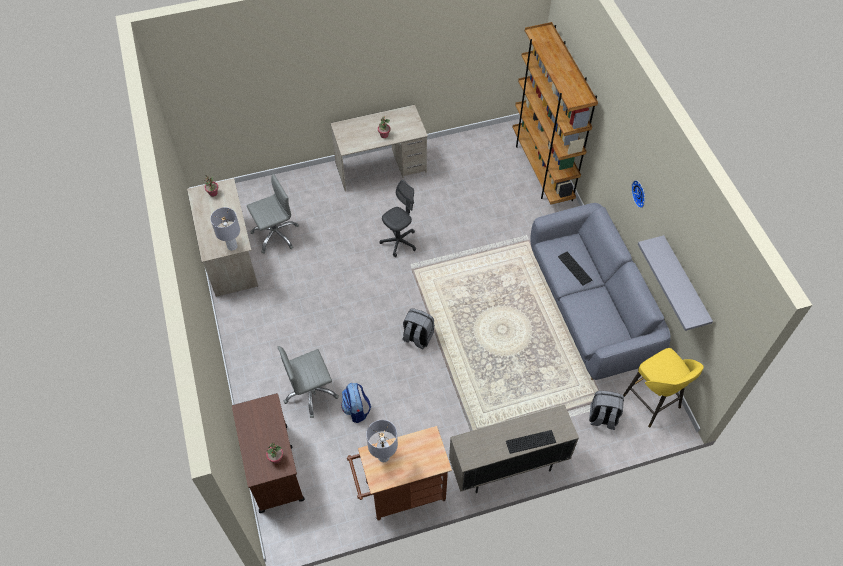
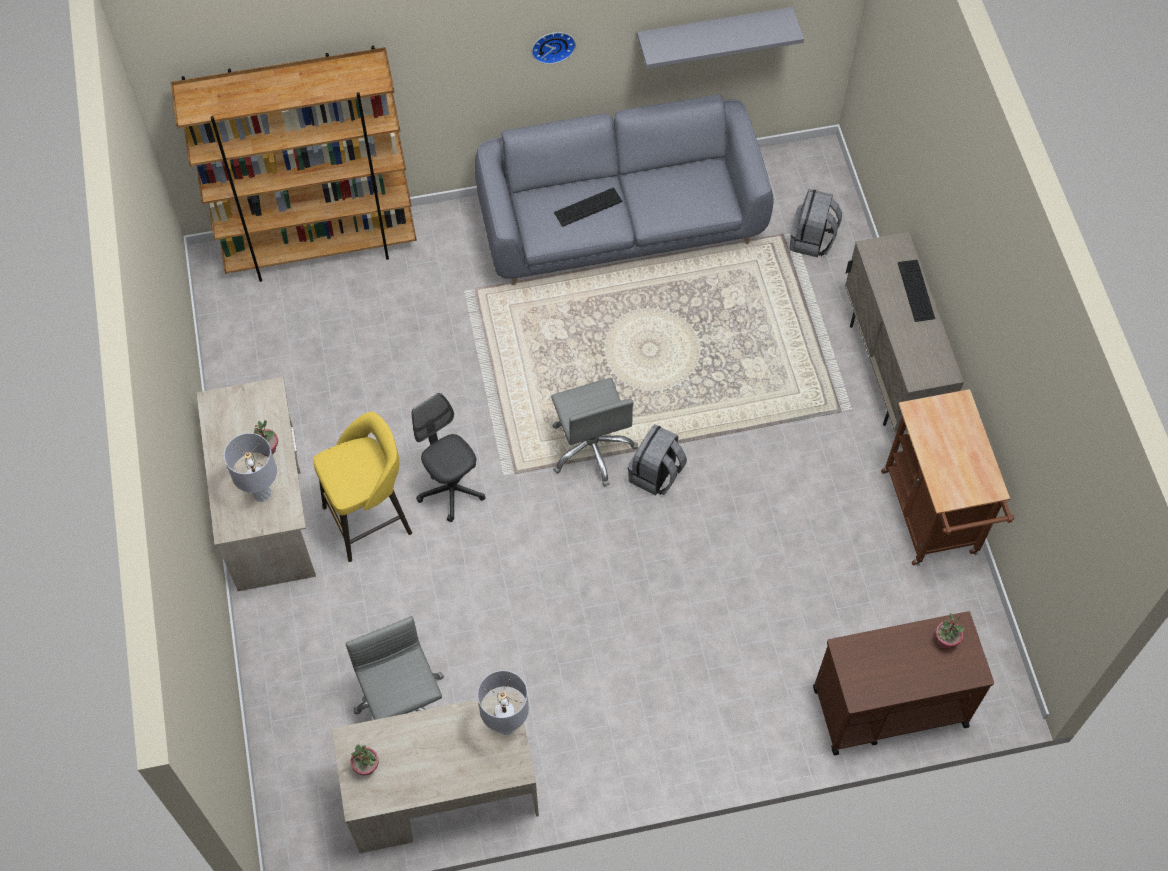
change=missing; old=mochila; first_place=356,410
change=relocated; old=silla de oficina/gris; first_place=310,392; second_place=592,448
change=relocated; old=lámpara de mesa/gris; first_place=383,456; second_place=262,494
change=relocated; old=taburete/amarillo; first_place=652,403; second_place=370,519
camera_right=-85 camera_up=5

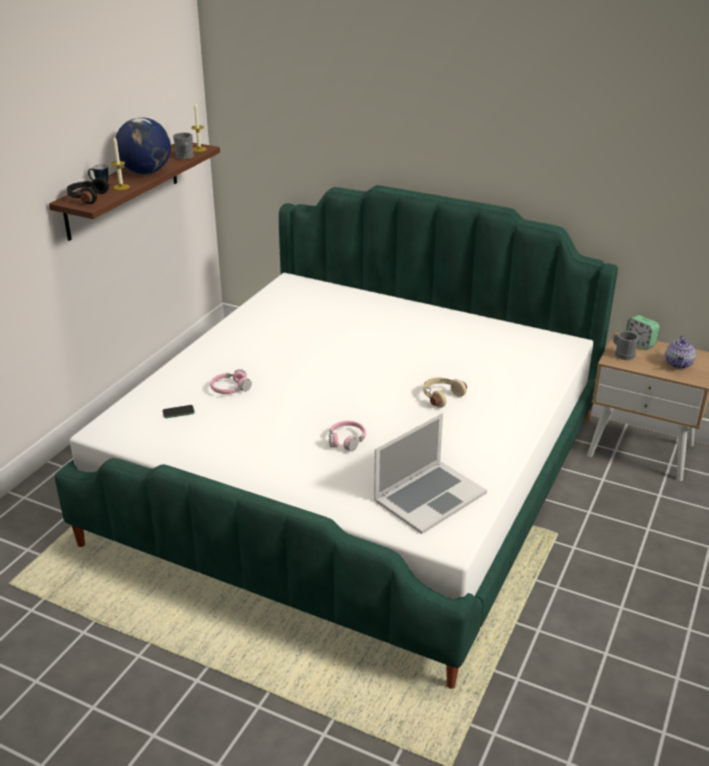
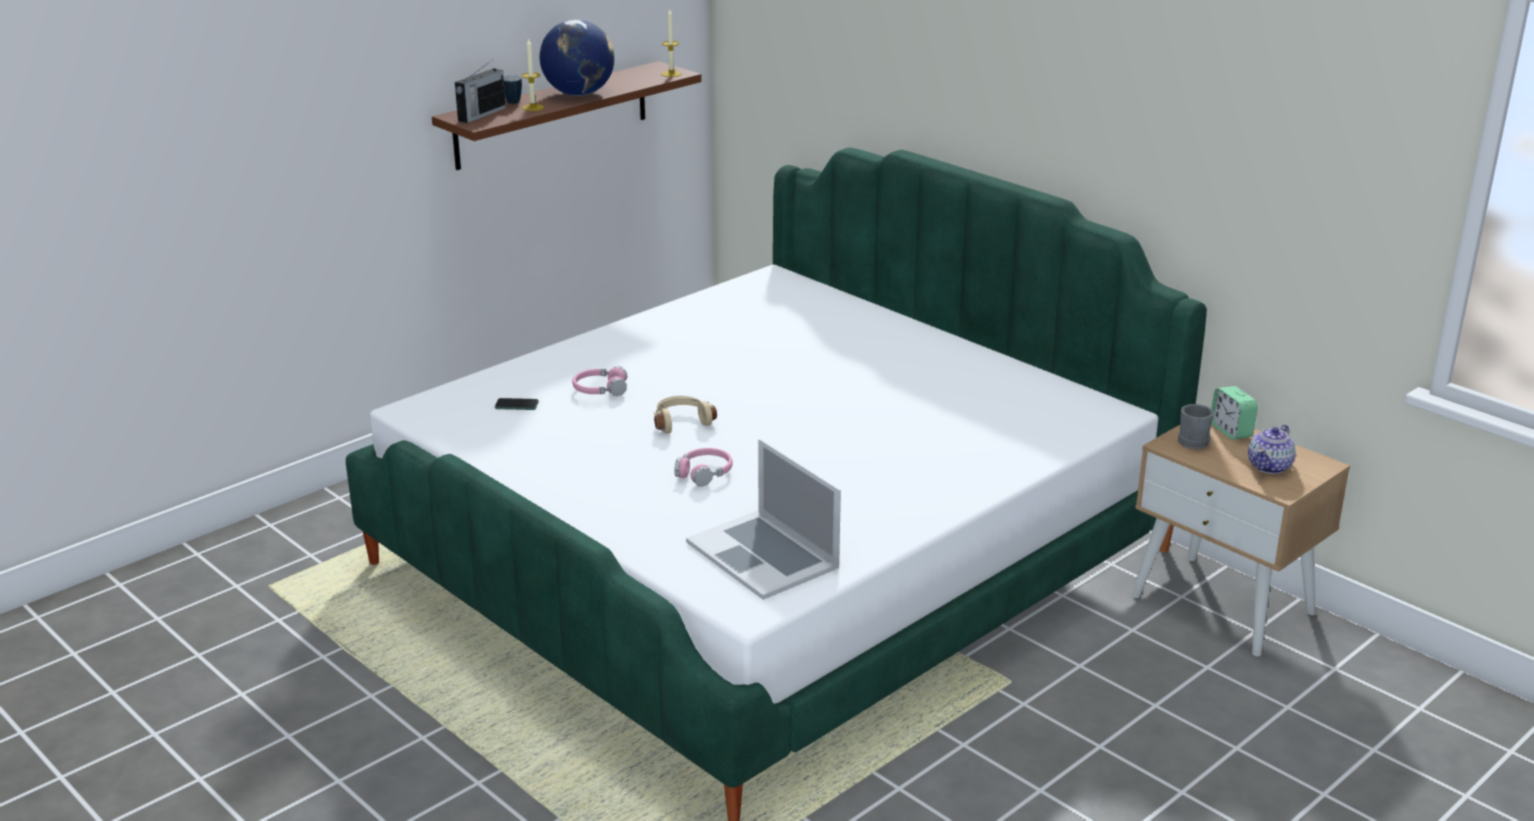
change=missing; old=taza grande/gris; first_place=185,157
change=relocated; old=auriculares/beis; first_place=441,396; second_place=681,422
change=exchanged; old=auriculares/negro; new=radio; first_place=86,197; second_place=481,115
change=spun; old=portátil; first_place=429,496; second_place=763,554; degrees=75
camera_right=20 camera_up=-5

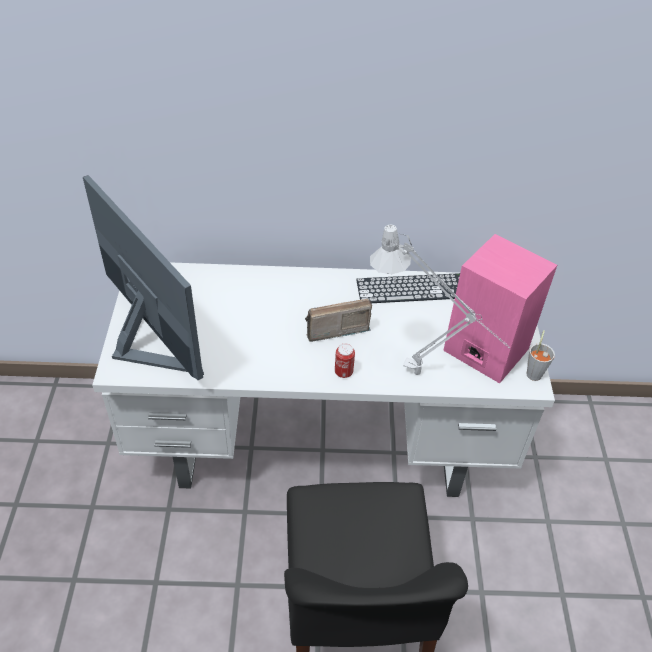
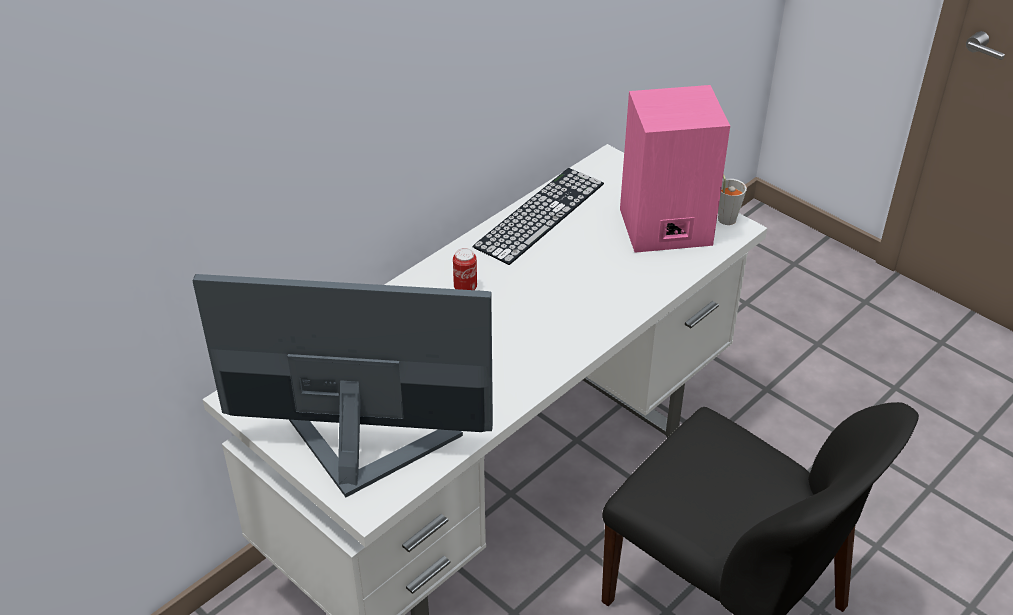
change=missing; old=radio; first_place=333,327
change=missing; old=lámpara de mesa/gris; first_place=426,377
change=relocated; old=lata; first_place=343,372; second_place=465,288
camera_right=-45 camera_up=-5

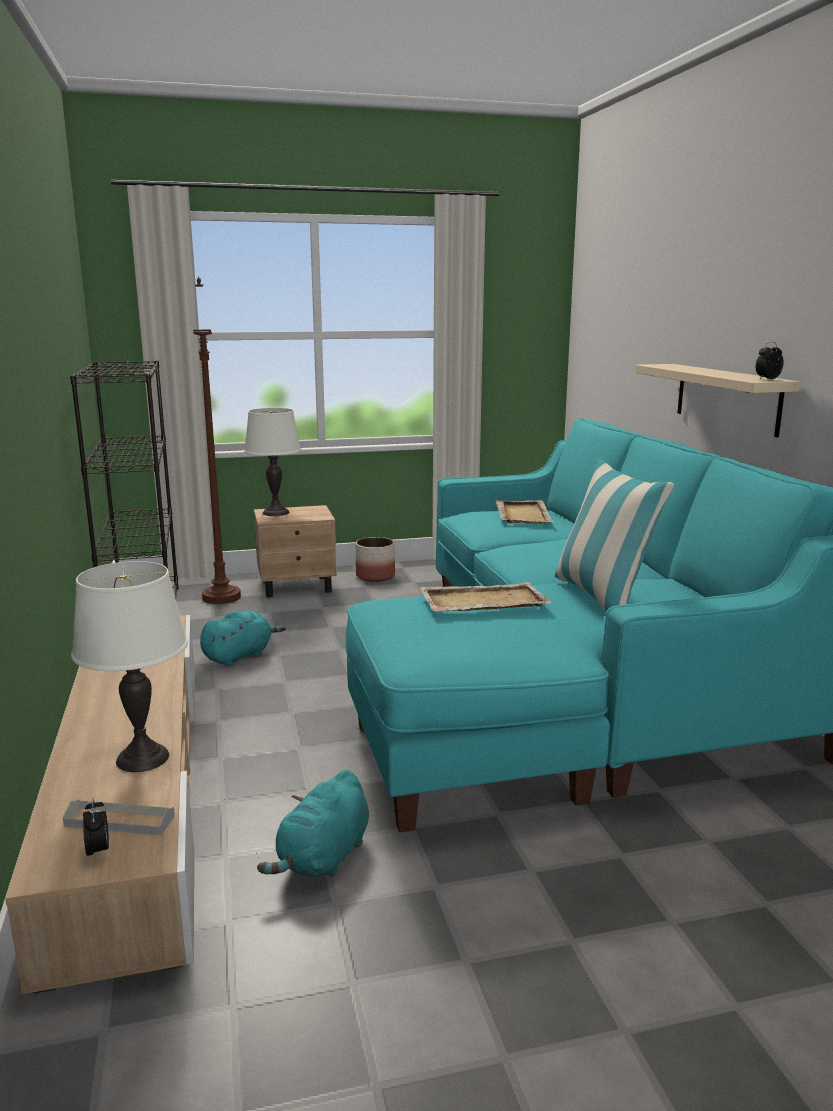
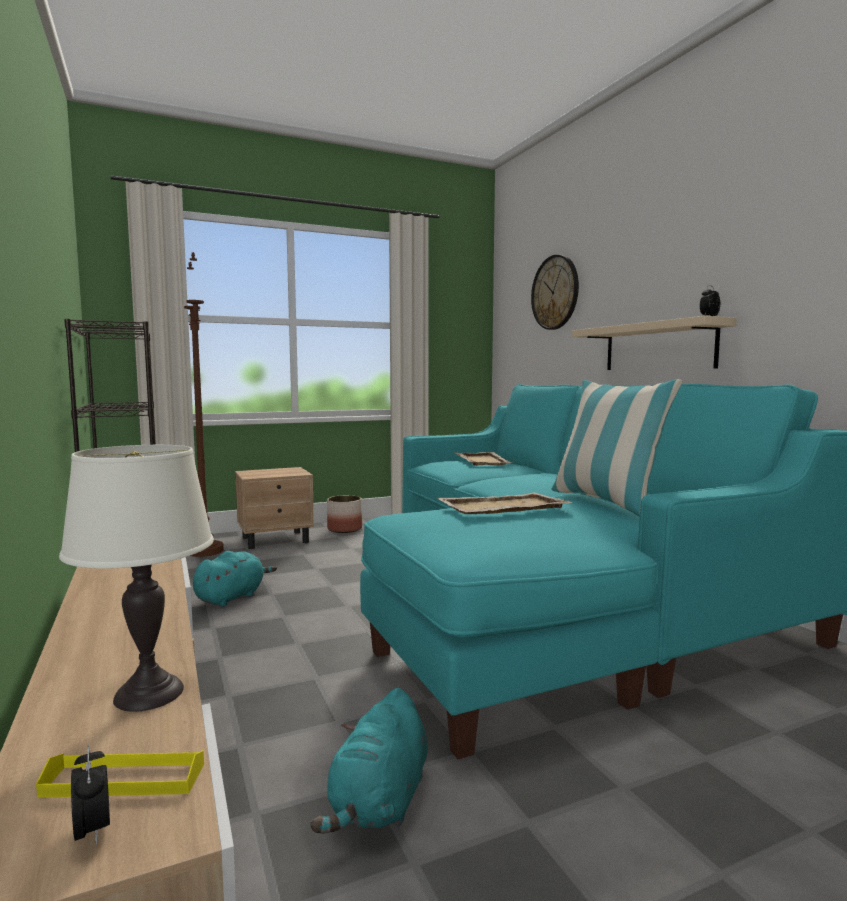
change=missing; old=lámpara de mesa/blanco; first_place=275,513
change=appeared; new=reloj de pared; second_place=555,292
change=colour; old=bandeja/gris; new=bandeja/amarillo; first_place=119,821; second_place=124,780
camera_right=-10 camera_up=-10

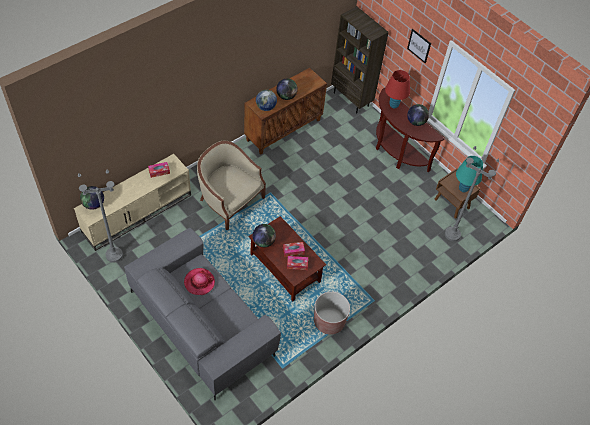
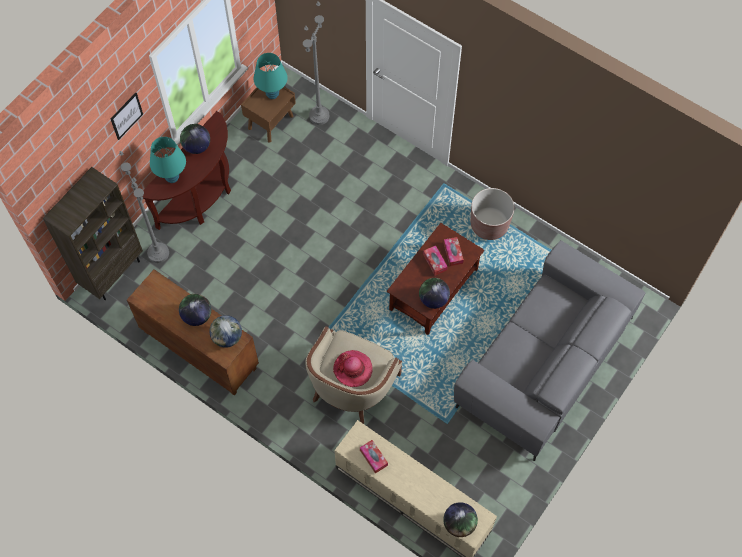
change=relocated; old=lámpara de pie/gris; first_place=114,255; second_place=158,253
change=relocated; old=sombrero; first_place=199,282; second_place=353,369
change=colour; old=lámpara de mesa/rojo; new=lámpara de mesa/turquesa; first_place=394,105; second_place=172,178
camera_right=-100 camera_up=10

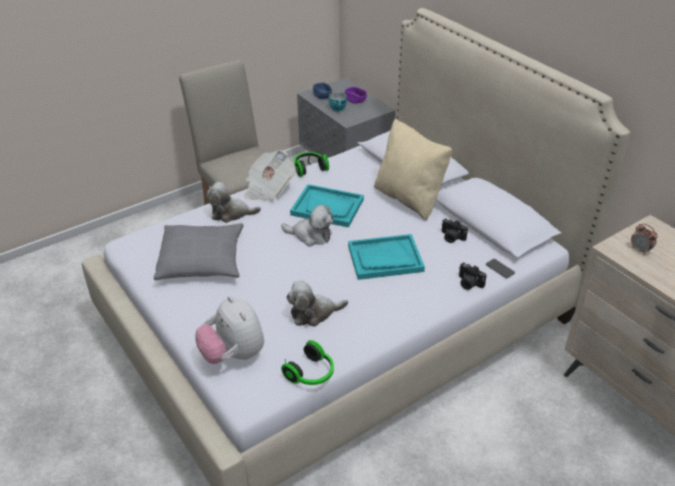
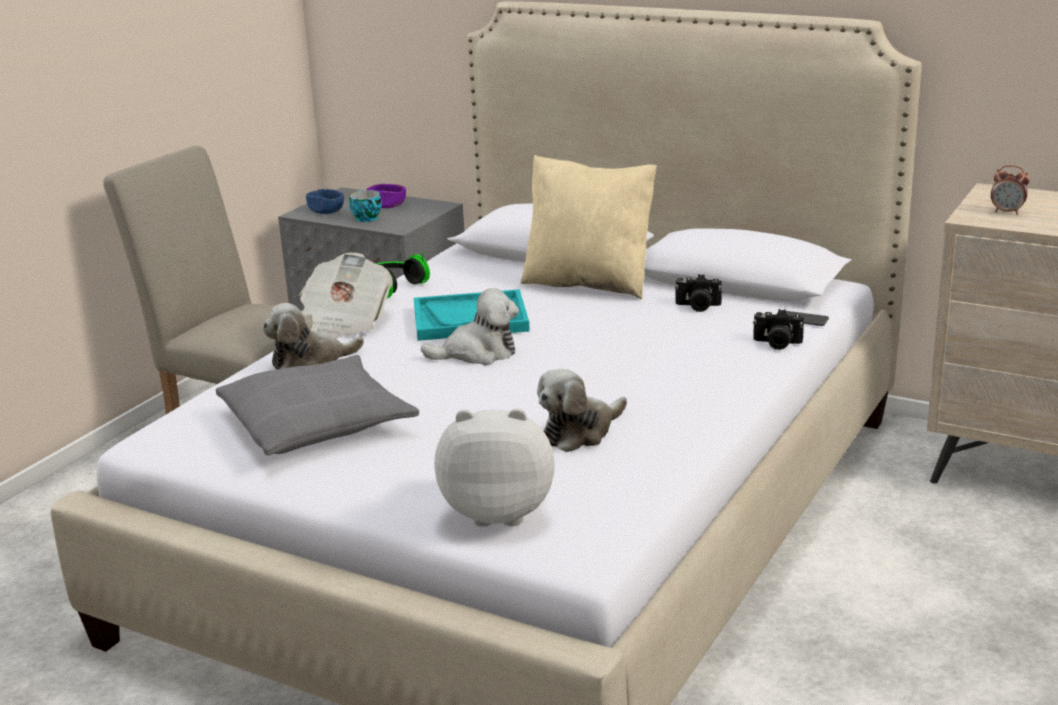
change=missing; old=auriculares; first_place=312,374
change=missing; old=bandeja/turquesa; first_place=385,258
change=spun; old=peluche; first_place=233,355; second_place=498,512; degrees=150
camera_right=-25 camera_up=-15

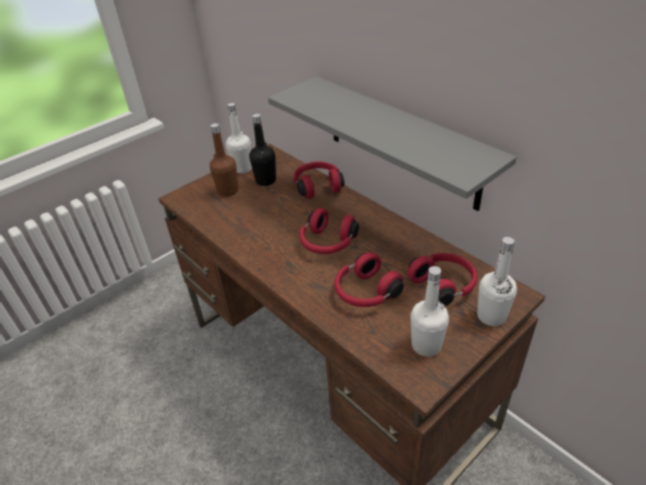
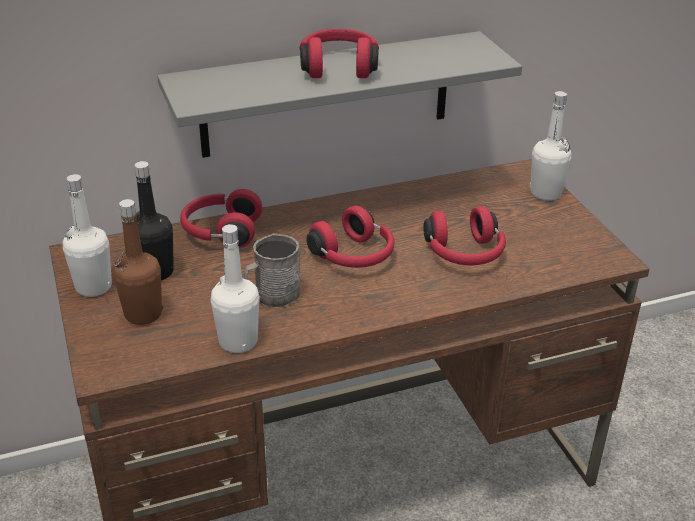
change=appeared; new=taza grande/gris; second_place=272,297
change=relocated; old=auriculares/rojo; first_place=443,286; second_place=339,67
change=relocated; old=botella/blanco; first_place=426,345; second_place=238,341
camera_right=-70 camera_up=-5

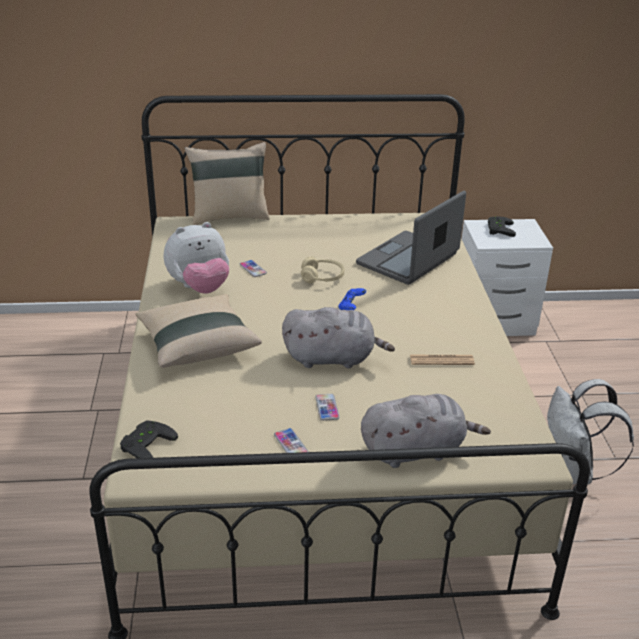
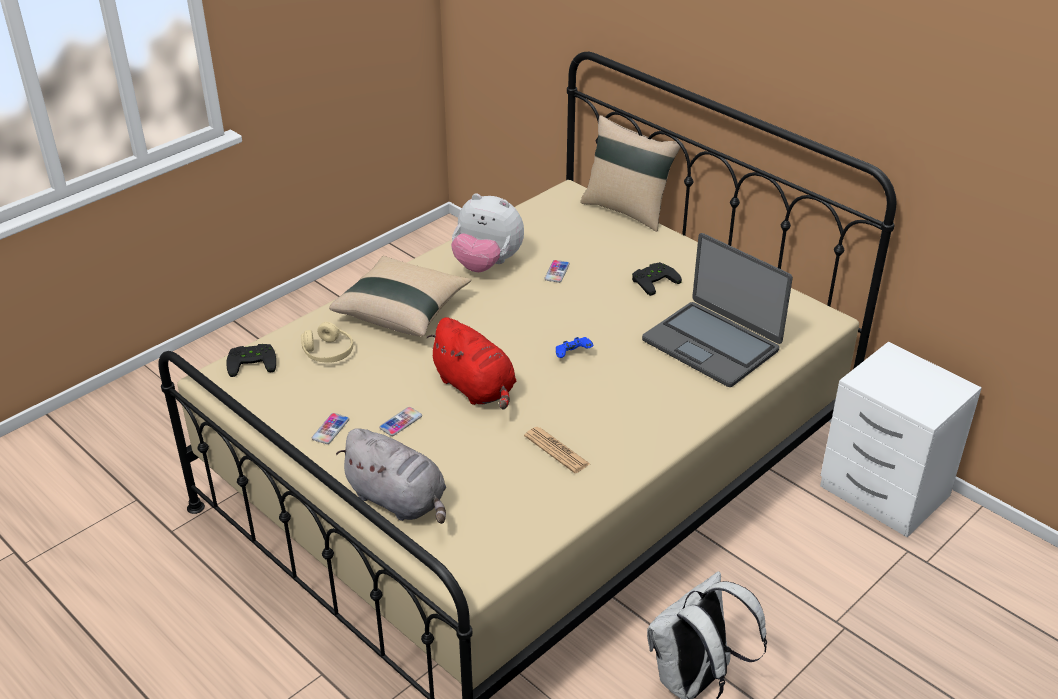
change=relocated; old=auriculares/beis; first_place=322,277; second_place=328,352
change=relocated; old=mando de consola/negro; first_place=498,229; second_place=653,280
change=colour; old=peluche/gris; new=peluche/rojo; first_place=333,358; second_place=476,388
change=spun; old=portátil; first_place=409,260; second_place=712,344; degrees=-135
camera_right=50 camera_up=5

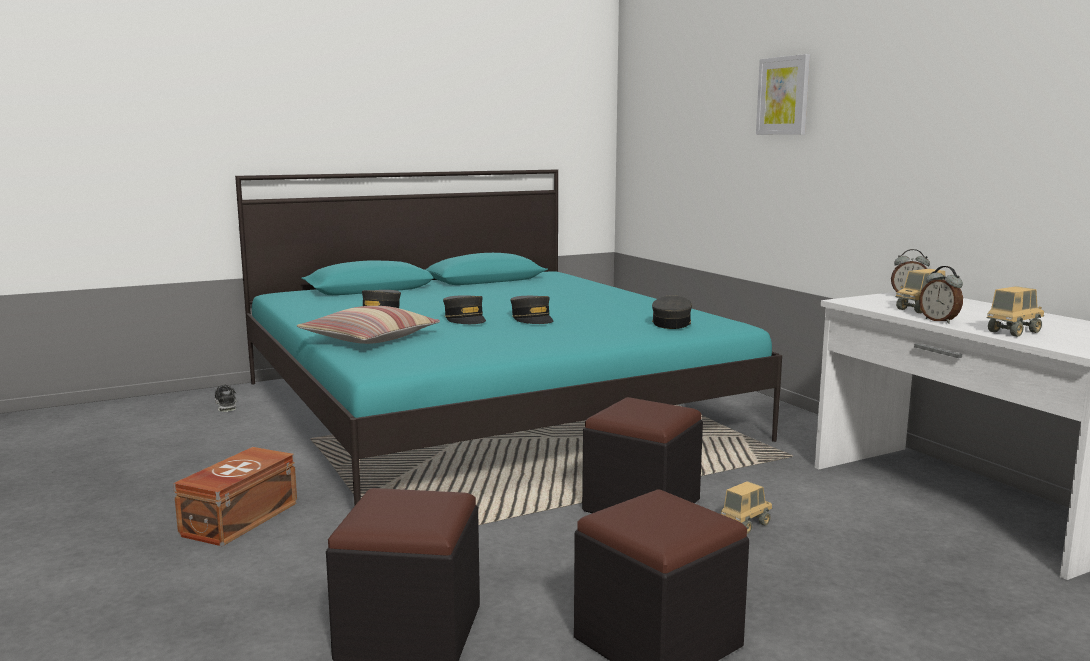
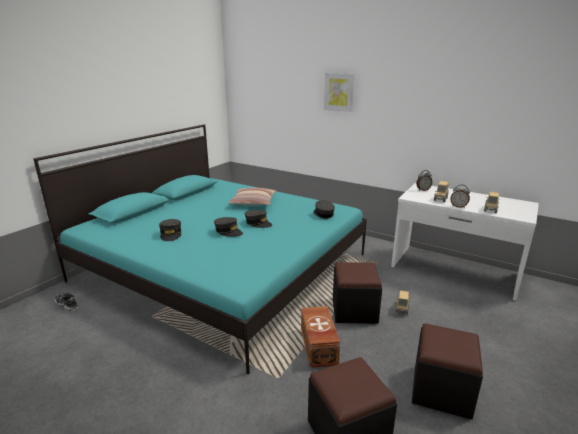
change=relocated; old=caja de almacenaje/marrón; first_place=237,519; second_place=318,347
change=relocated; old=cojín; first_place=369,339; second_place=253,202
camera_right=-30 camera_up=10

